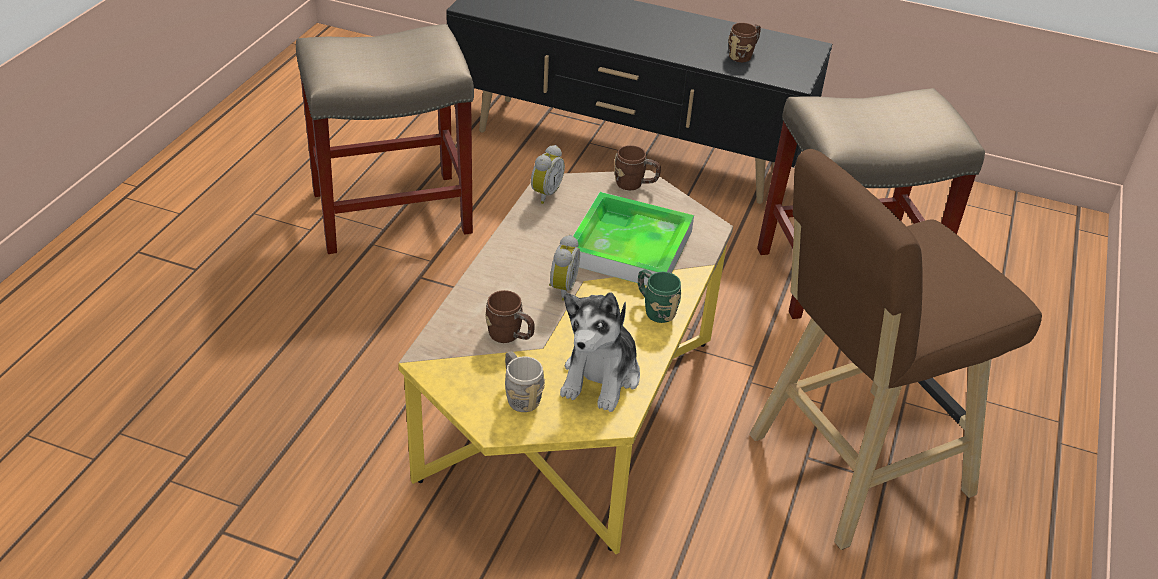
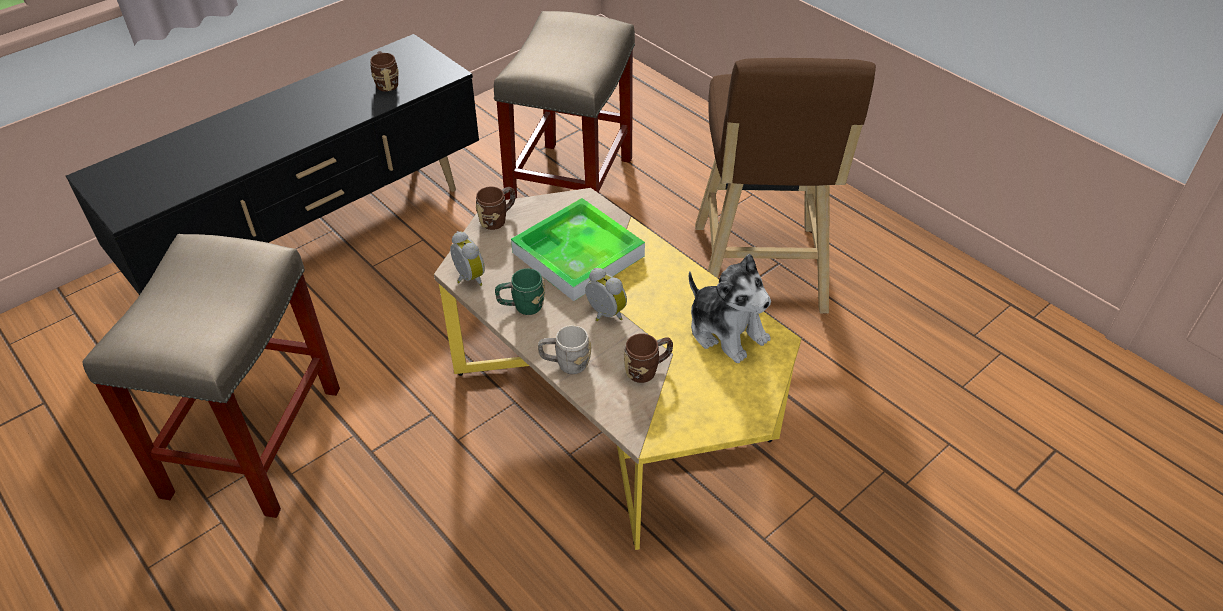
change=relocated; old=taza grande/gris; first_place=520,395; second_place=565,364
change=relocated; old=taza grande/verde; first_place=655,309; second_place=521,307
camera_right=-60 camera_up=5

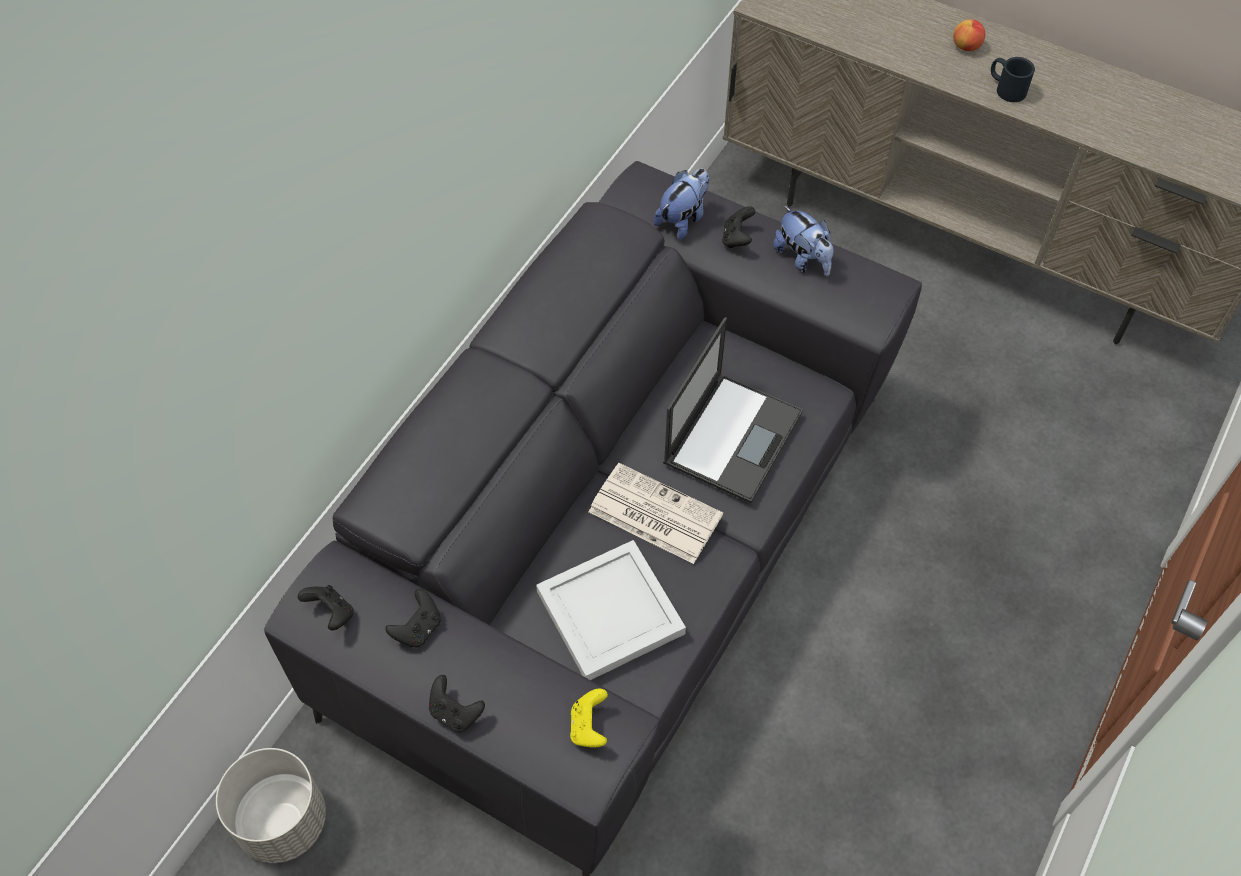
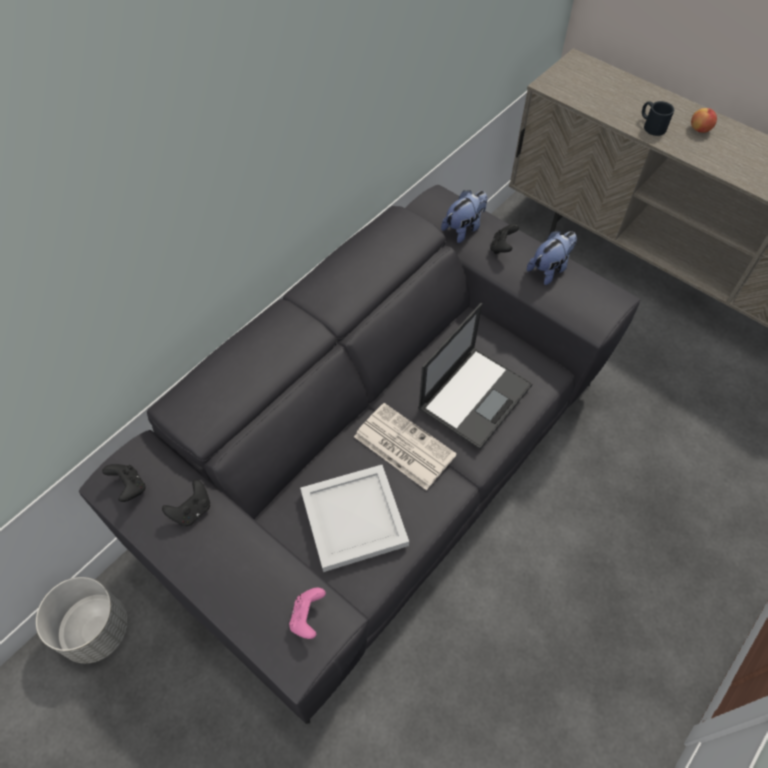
change=missing; old=mando de consola/negro; first_place=455,713
change=relocated; old=taza grande/negro; first_place=1006,88; second_place=651,125
change=colour; old=mando de consola/amarillo; new=mando de consola/rosa; first_place=589,727; second_place=307,617
change=spun; old=peluche; first_place=803,259; second_place=550,269; degrees=-105
camera_right=10 camera_up=0

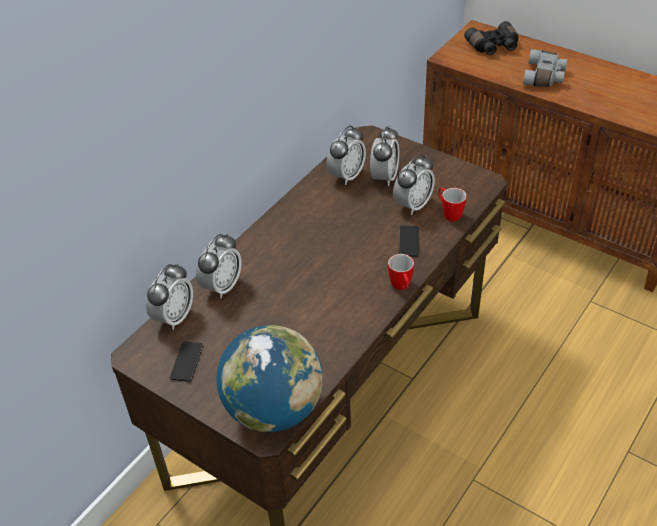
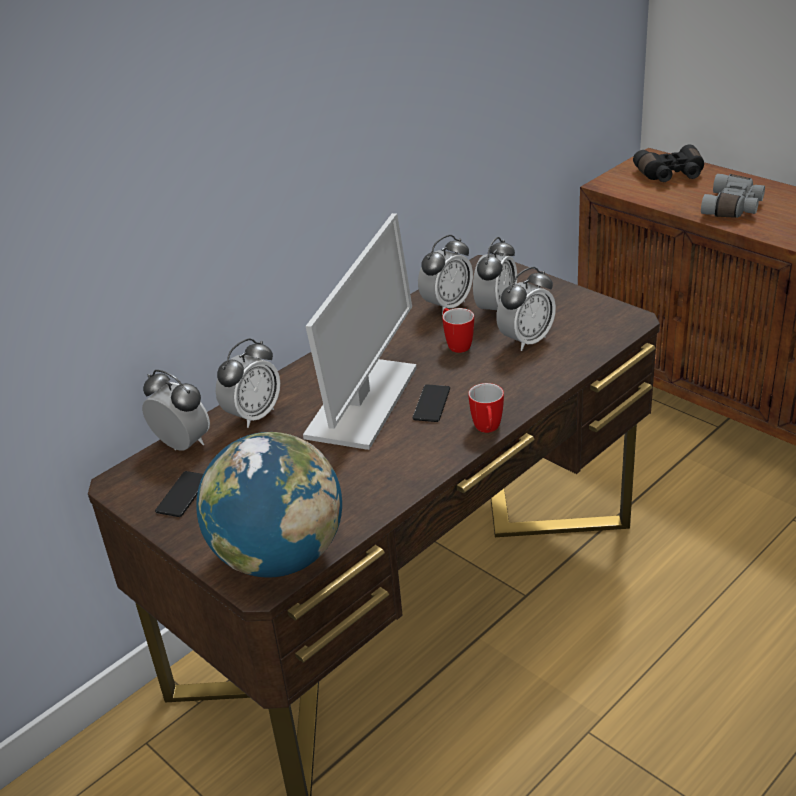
change=appeared; new=monitor; second_place=362,403
change=relocated; old=móvil; first_place=408,241; second_place=431,404
change=relocated; old=taza grande; first_place=449,214; second_place=456,344
change=spun; old=despertador; first_place=174,317; second_place=182,445; degrees=-90
camera_right=10 camera_up=-10

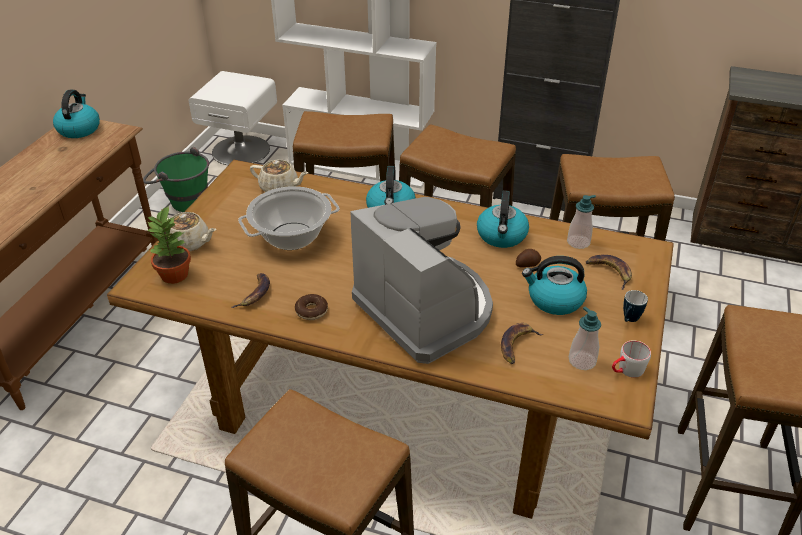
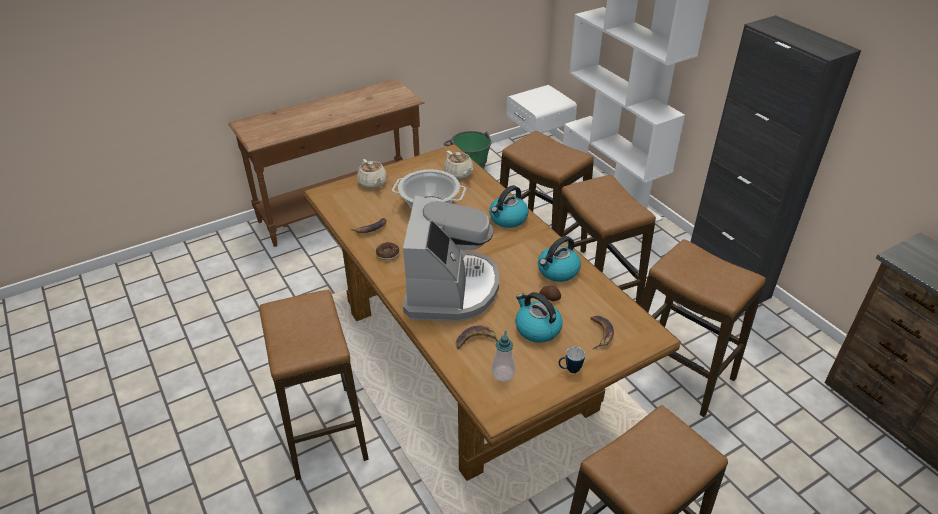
change=missing; old=hervidor; first_place=79,129
change=missing; old=planta en maceta; first_place=175,275
change=missing; old=dispensador de jabón; first_place=578,242
change=missing; old=taza grande/gris; first_place=626,371
camera_right=40 camera_up=0

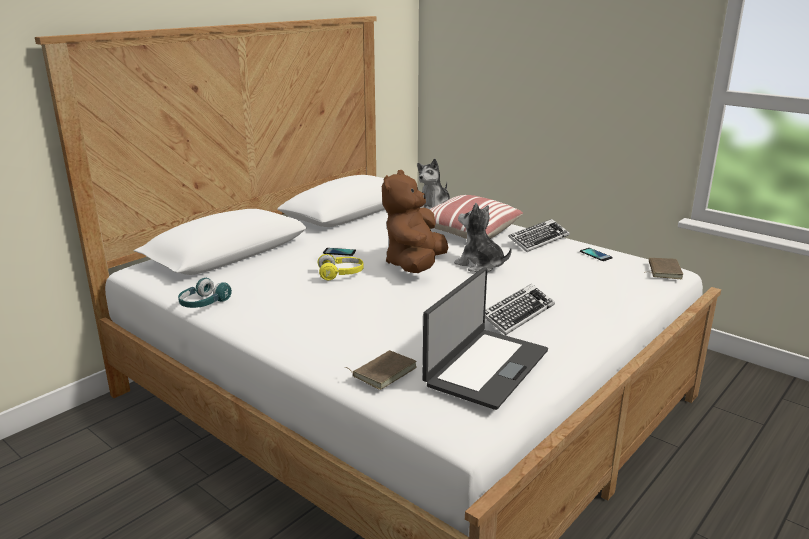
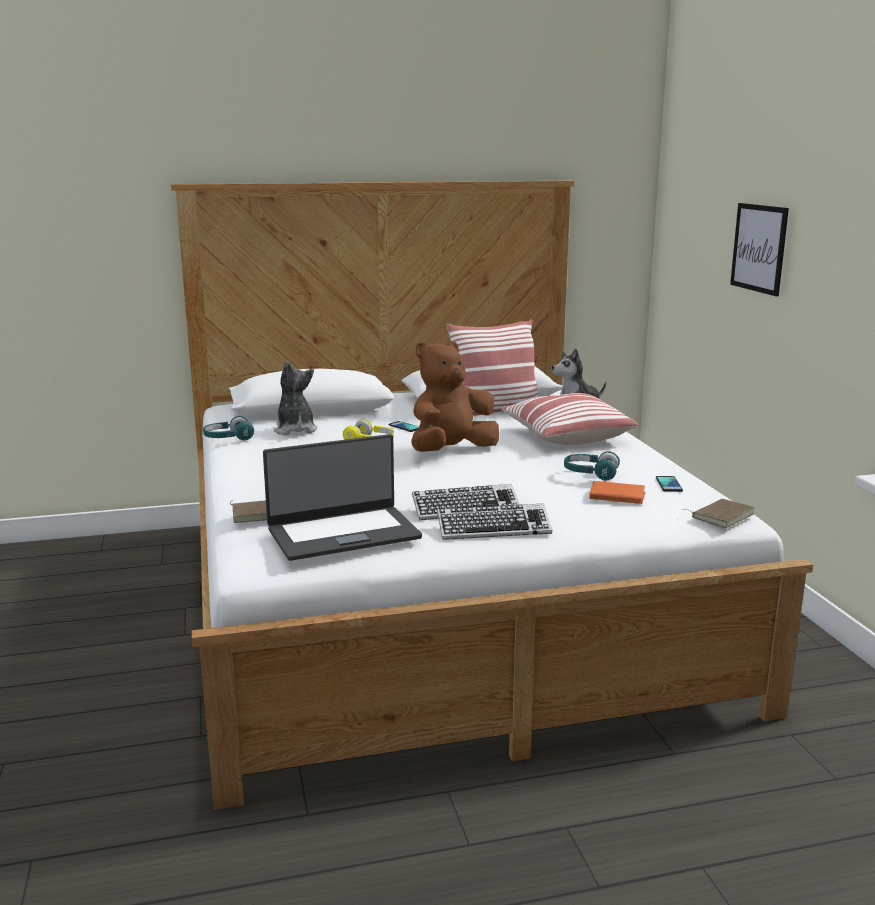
change=appeared; new=cojín; second_place=495,410
change=appeared; new=auriculares/turquesa; second_place=590,474
change=appeared; new=libro/naranja; second_place=616,497
change=appeared; new=cuadro; second_place=759,248
change=relocated; old=peluche; first_place=480,265; second_place=295,430
change=relocated; old=teclado; first_place=538,240; second_place=493,529
camera_right=35 camera_up=-5

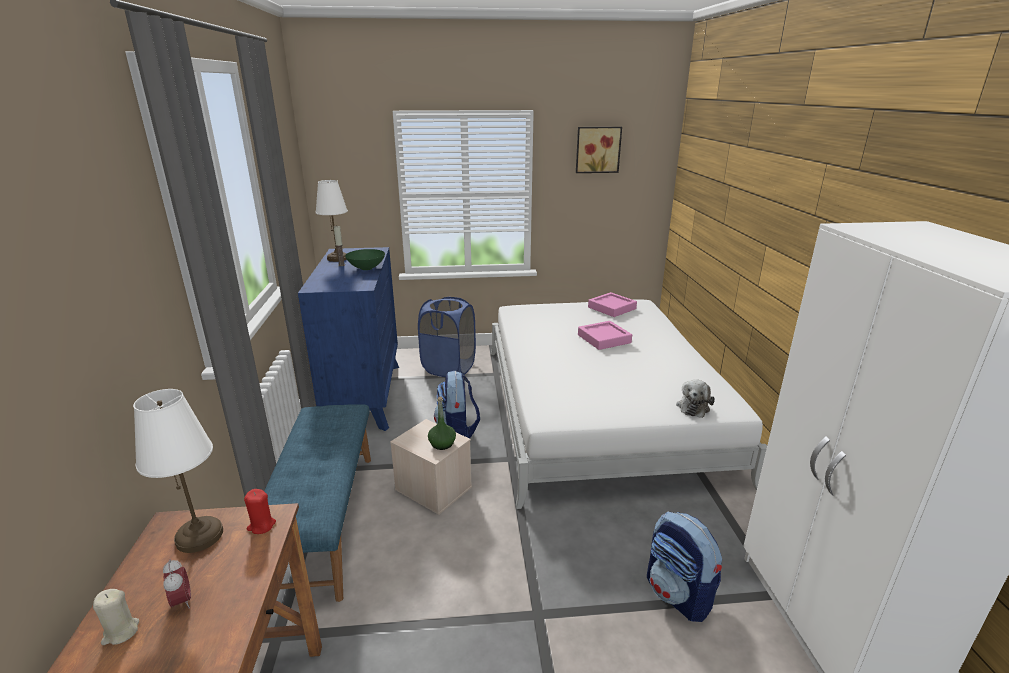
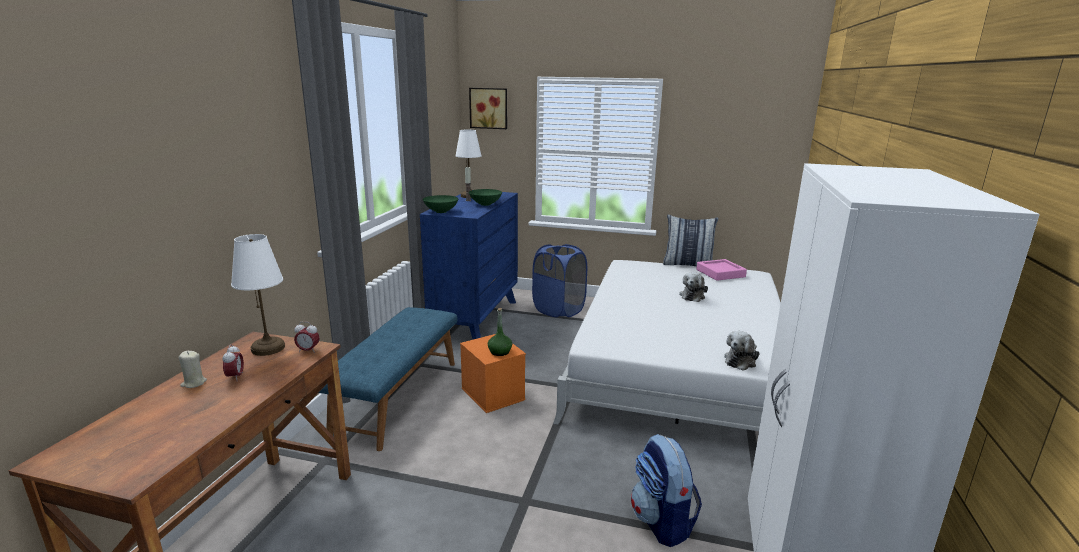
change=missing; old=mochila; first_place=457,431
change=appeared; new=cuenco/verde; second_place=440,212
change=appeared; new=cojín; second_place=688,264
change=relocated; old=cuadro; first_place=597,149; second_place=489,108
change=exchanged; old=vela/rojo; new=despertador; first_place=261,525; second_place=308,351
change=exchanged; old=bandeja/rosa; new=peluche; first_place=604,339; second_place=692,296
change=colour; old=caja de almacenaje/beis; new=caja de almacenaje/naranja; first_place=432,488; second_place=491,394
camera_right=20 camera_up=-5

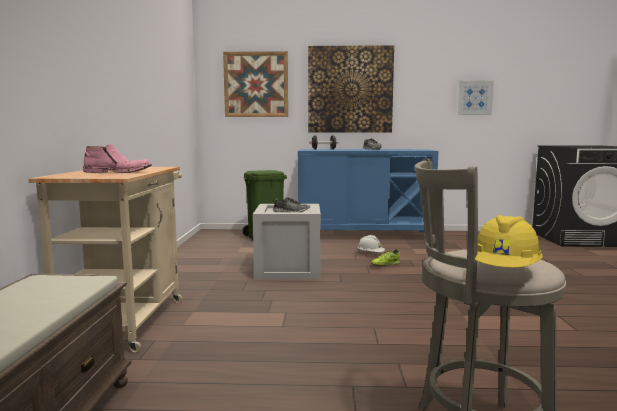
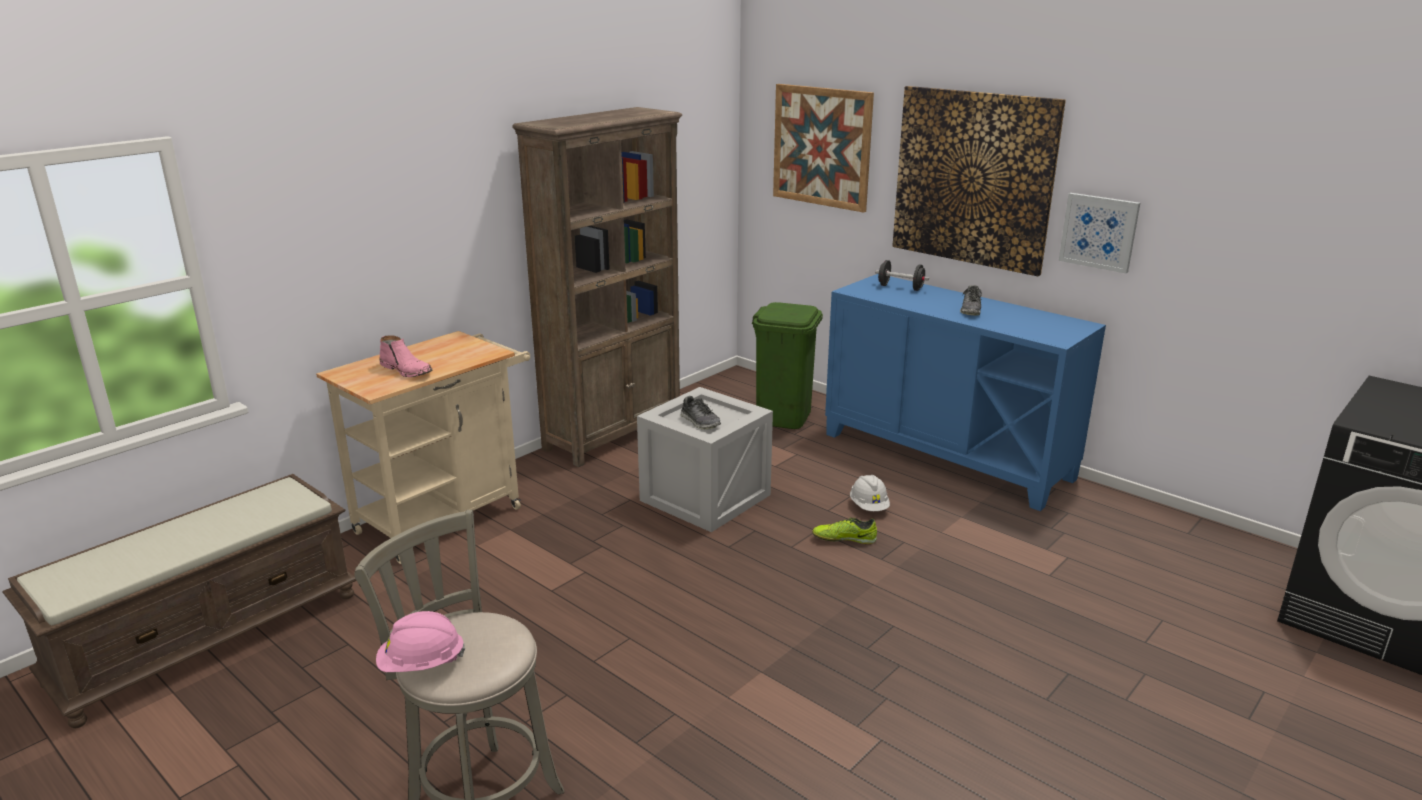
change=appeared; new=estantería/marrón; second_place=614,434
change=relocated; old=cuadro; first_place=475,97; second_place=1099,232
change=colour; old=casco/amarillo; new=casco/rosa; first_place=505,271; second_place=421,664
camera_right=40 camera_up=15

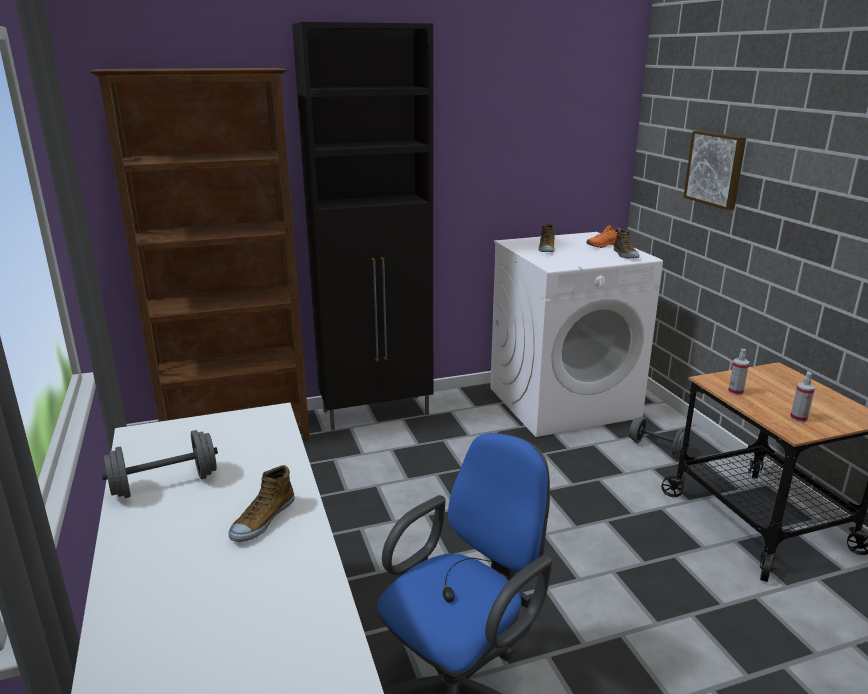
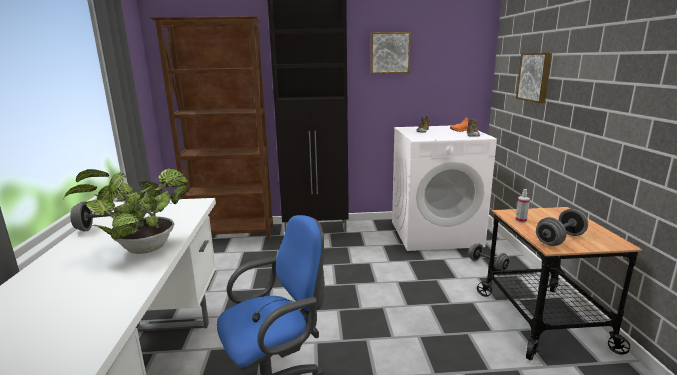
change=appeared; new=cuadro; second_place=389,53
change=exchanged; old=zapato; new=planta en maceta; first_place=262,520; second_place=141,249
change=exchanged; old=pulverizador; new=mancuerna/gris; first_place=798,418; second_place=560,239
camera_right=15 camera_up=-5

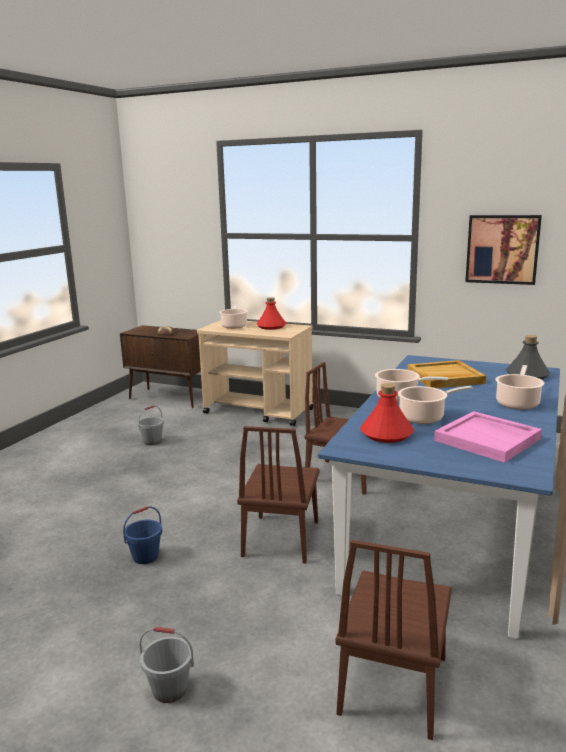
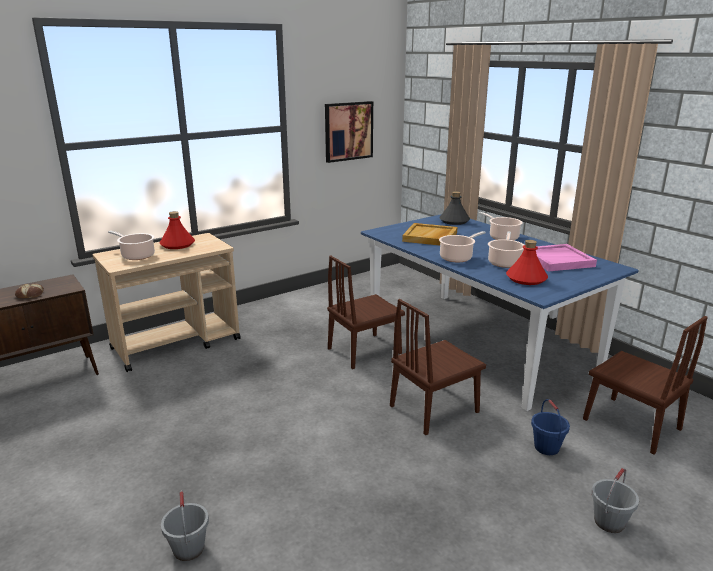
change=relocated; old=cubo/azul; first_place=145,556; second_place=546,447
change=relocated; old=cubo/gris; first_place=152,441; second_place=188,548
change=spun; old=silla/marrón; first_place=281,538; second_place=434,409; degrees=105
camera_right=-60 camera_up=5

